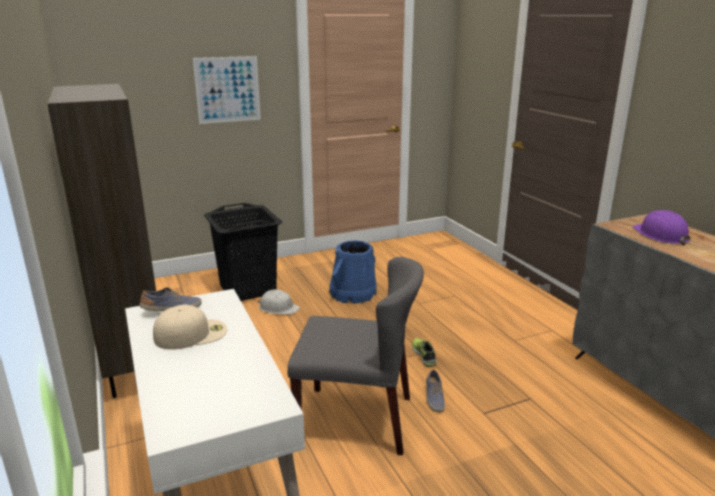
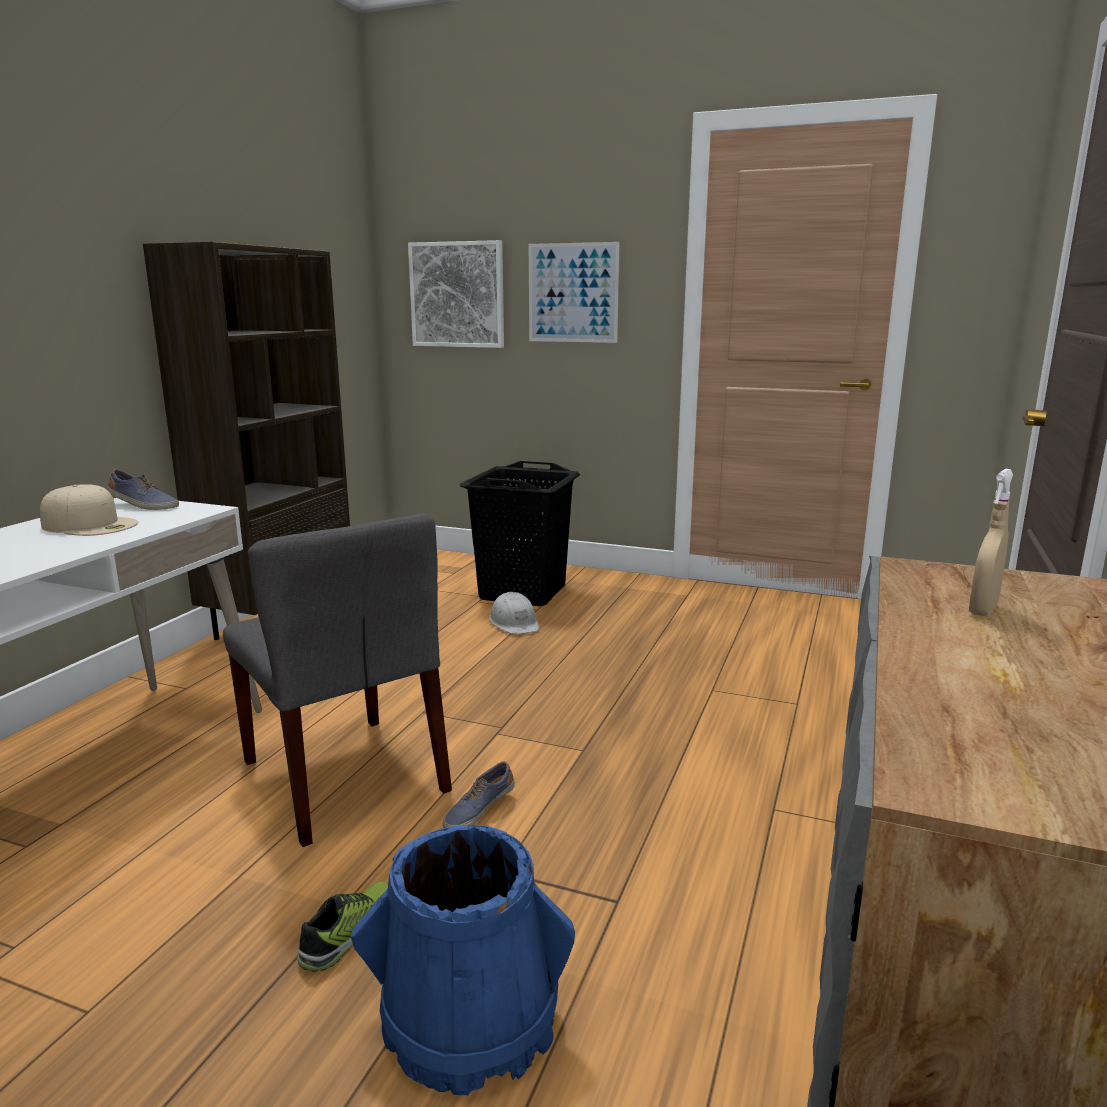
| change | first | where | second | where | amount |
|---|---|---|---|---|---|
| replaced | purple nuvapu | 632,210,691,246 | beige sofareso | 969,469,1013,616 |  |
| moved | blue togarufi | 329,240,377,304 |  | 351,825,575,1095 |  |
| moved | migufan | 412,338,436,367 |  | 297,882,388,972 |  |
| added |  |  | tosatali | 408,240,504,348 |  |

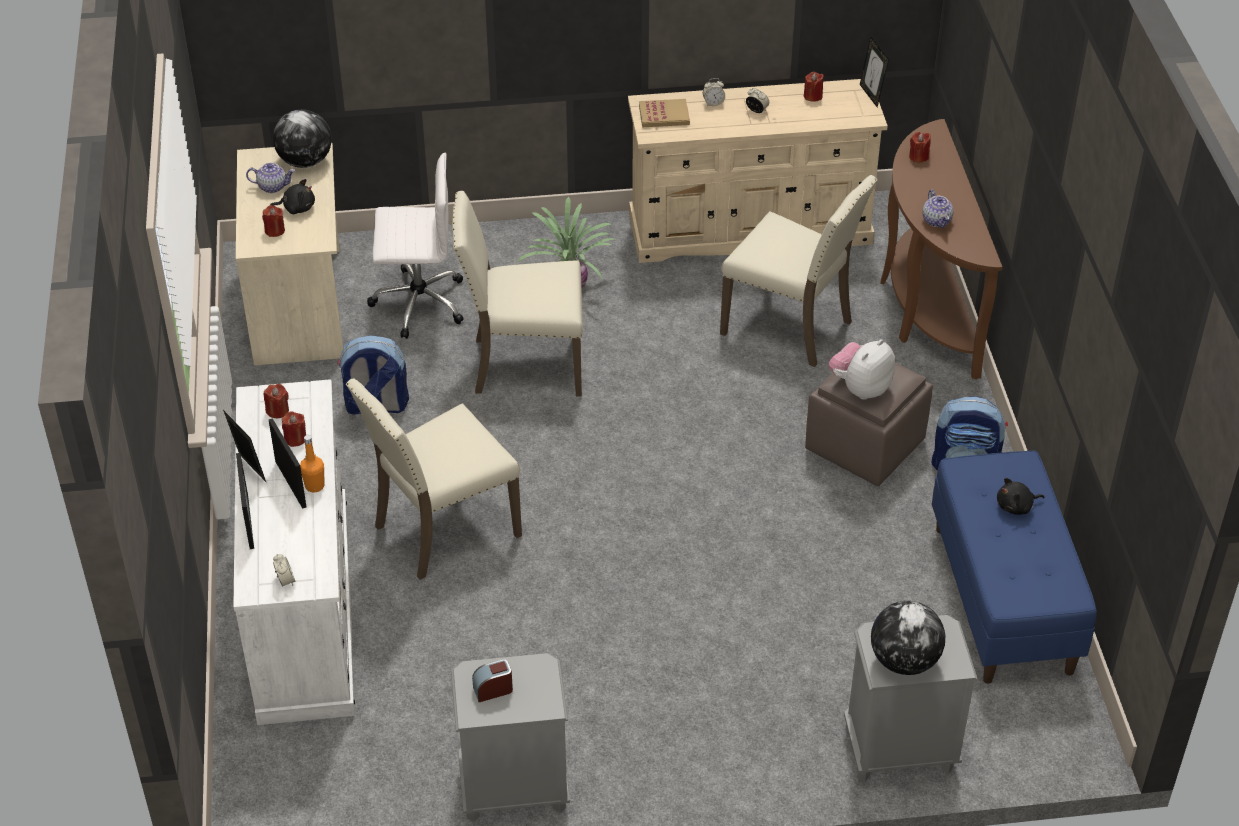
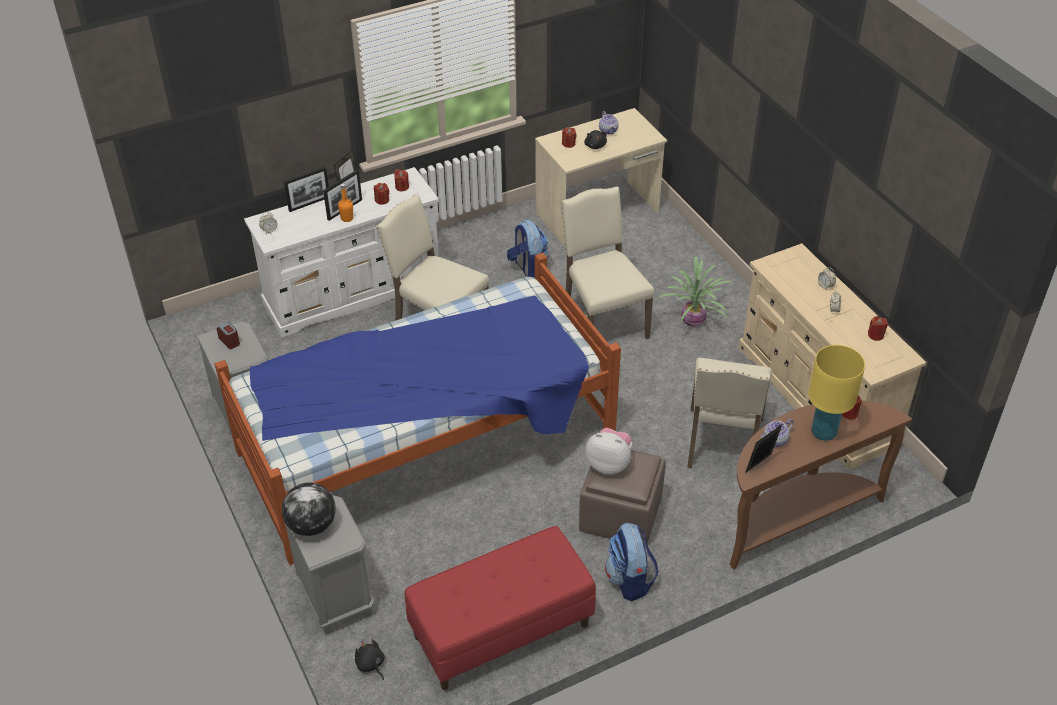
| change | first | where | second | where | amount |
|---|---|---|---|---|---|
| moved | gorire | 860,37,889,107 |  | 745,424,782,473 |  |
| removed | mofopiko | 639,99,690,127 |  |  |  |
| removed | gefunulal | 273,109,331,168 |  |  |  |
| removed | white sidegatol | 367,153,464,339 |  |  |  |
| recoloured | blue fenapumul | 932,451,1096,684 | red fenapumul | 404,526,596,690 |  |
| moved | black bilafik | 997,478,1045,515 |  | 355,640,385,680 |  |
| added |  |  | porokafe | 215,253,621,565 |  |
| added |  |  | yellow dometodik | 808,345,865,441 |  |

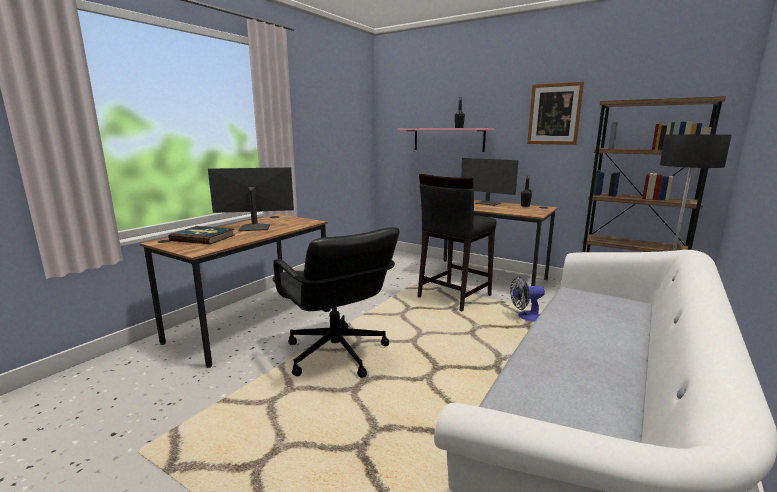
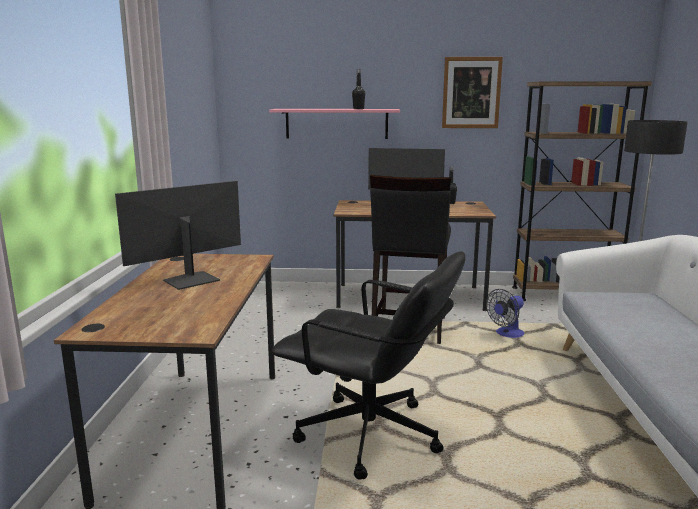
| change | first | where | second | where | amount |
|---|---|---|---|---|---|
| removed | mofopiko | 168,226,235,245 |  |  |  |

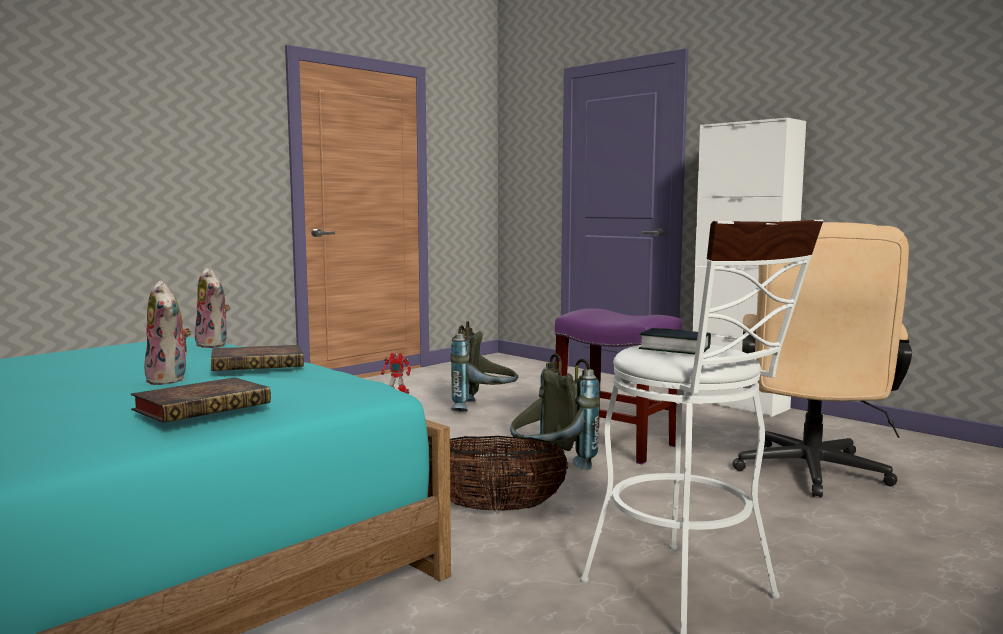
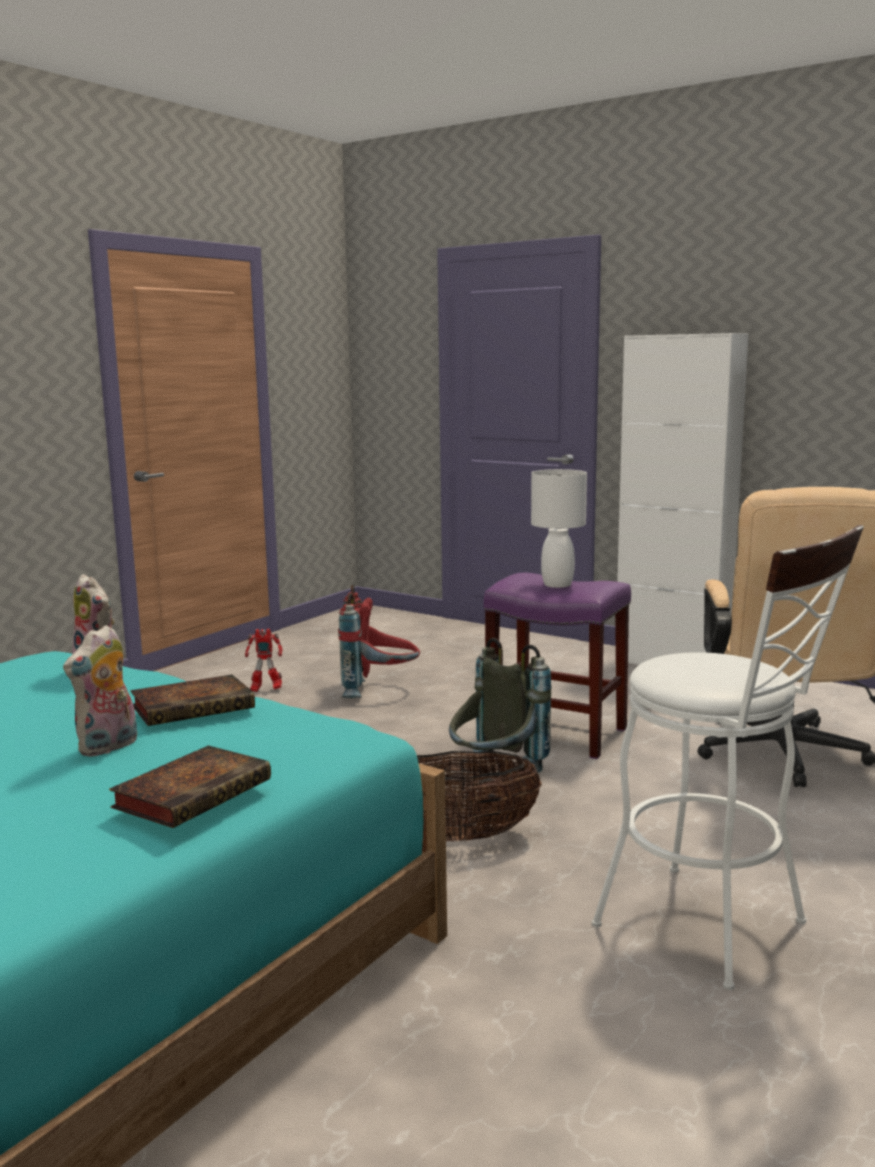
| change | first | where | second | where | amount |
|---|---|---|---|---|---|
| turned | bilafik | 144,281,191,385 |  | 63,625,137,757 | 75 degrees clockwise |
| recoloured | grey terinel | 450,321,518,412 | red terinel | 338,585,420,698 |  |
| removed | mofopiko | 639,328,711,354 |  |  |  |
| added |  |  | white dometodik | 531,469,587,588 |  |

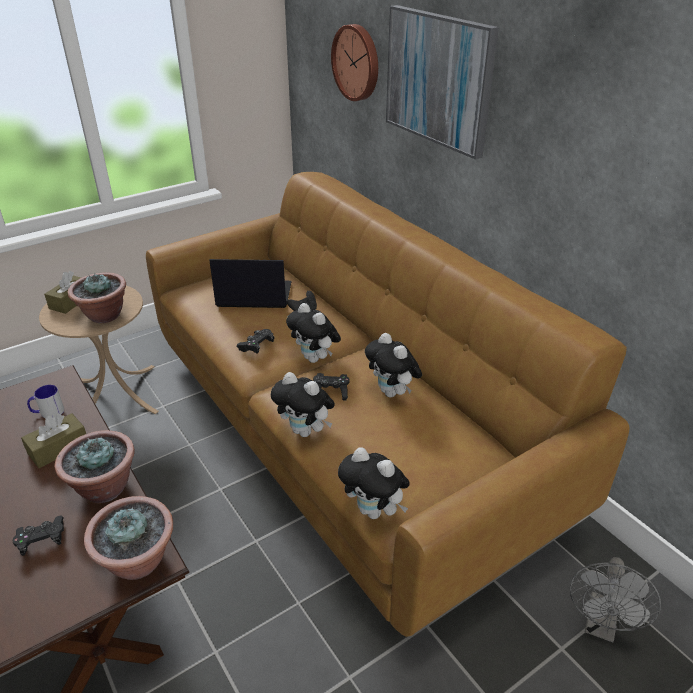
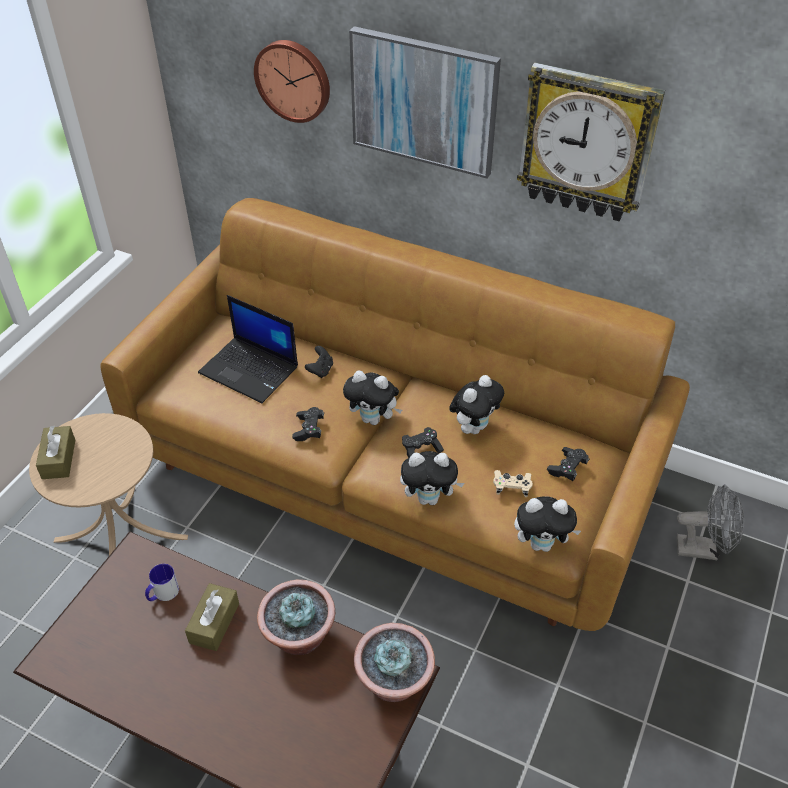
| change | first | where | second | where | amount |
|---|---|---|---|---|---|
| turned | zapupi | 209,259,292,308 |  | 198,295,298,403 | 120 degrees counterclockwise |
| removed | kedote | 68,273,126,323 |  |  |  |
| turned | bilafik | 365,333,422,397 |  | 449,375,504,434 | 75 degrees counterclockwise |
| moved | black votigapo | 13,516,64,556 |  | 547,447,589,481 |  |
| turned | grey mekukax | 570,557,661,642 |  | 676,484,744,560 | 75 degrees counterclockwise |
| added |  |  | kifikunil | 517,63,665,221 |  |
| added |  |  | beige votigapo | 493,470,533,497 |  |

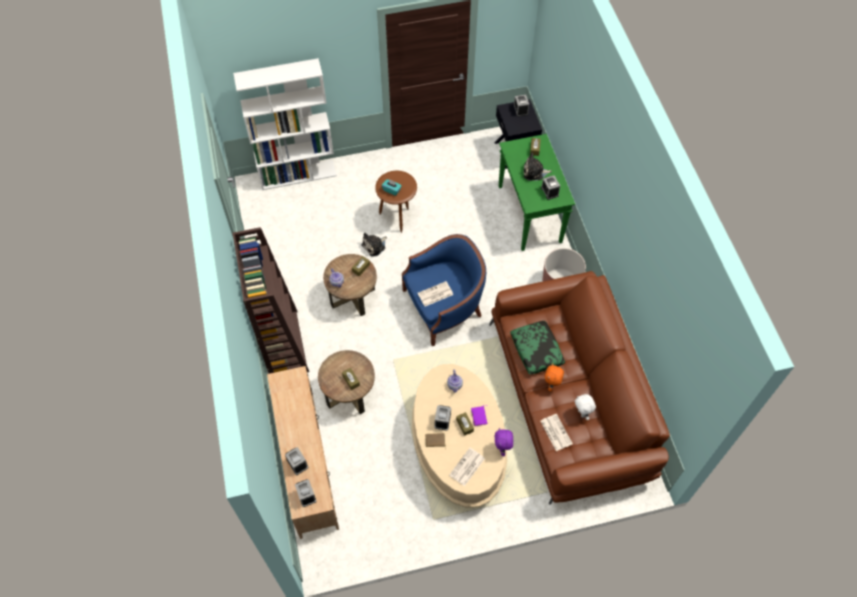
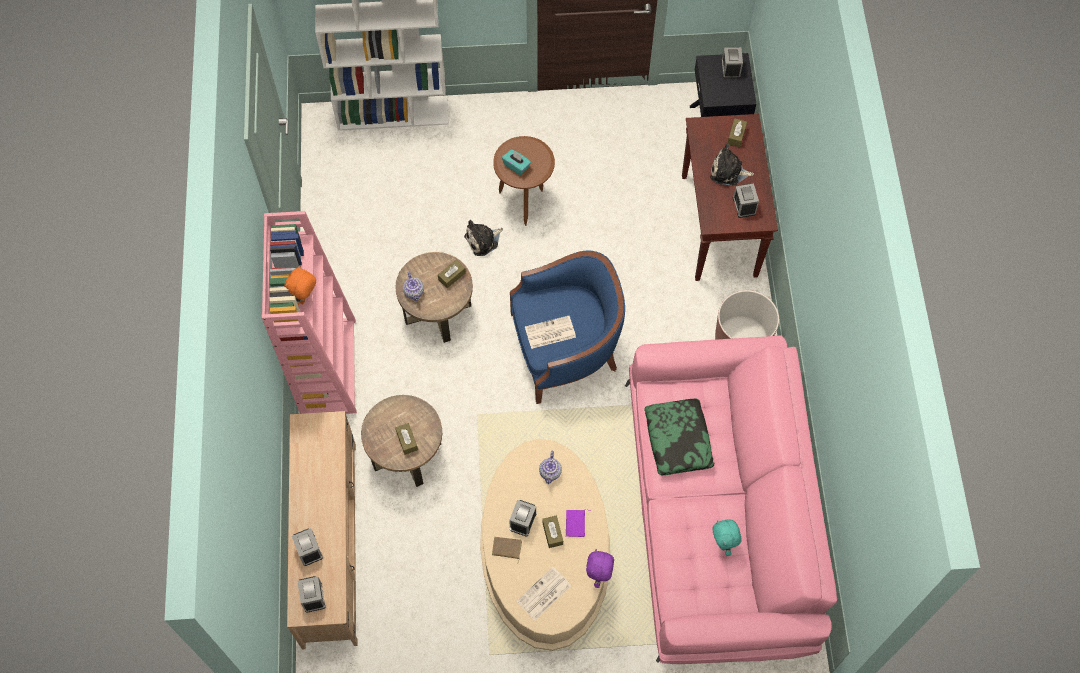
| change | first | where | second | where | amount |
|---|---|---|---|---|---|
| recoloured | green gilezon | 499,134,575,251 | brown gilezon | 682,114,778,281 |  |
| recoloured | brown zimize | 232,227,309,374 | pink zimize | 262,211,357,414 |  |
| recoloured | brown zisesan | 489,271,670,505 | pink zisesan | 625,335,837,664 |  |
| moved | orange bilafik | 545,364,564,391 |  | 284,265,316,306 |  |
| recoloured | white bilafik | 575,394,596,420 | turquoise bilafik | 712,520,742,556 |  |
| removed | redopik | 541,414,573,451 |  |  |  |

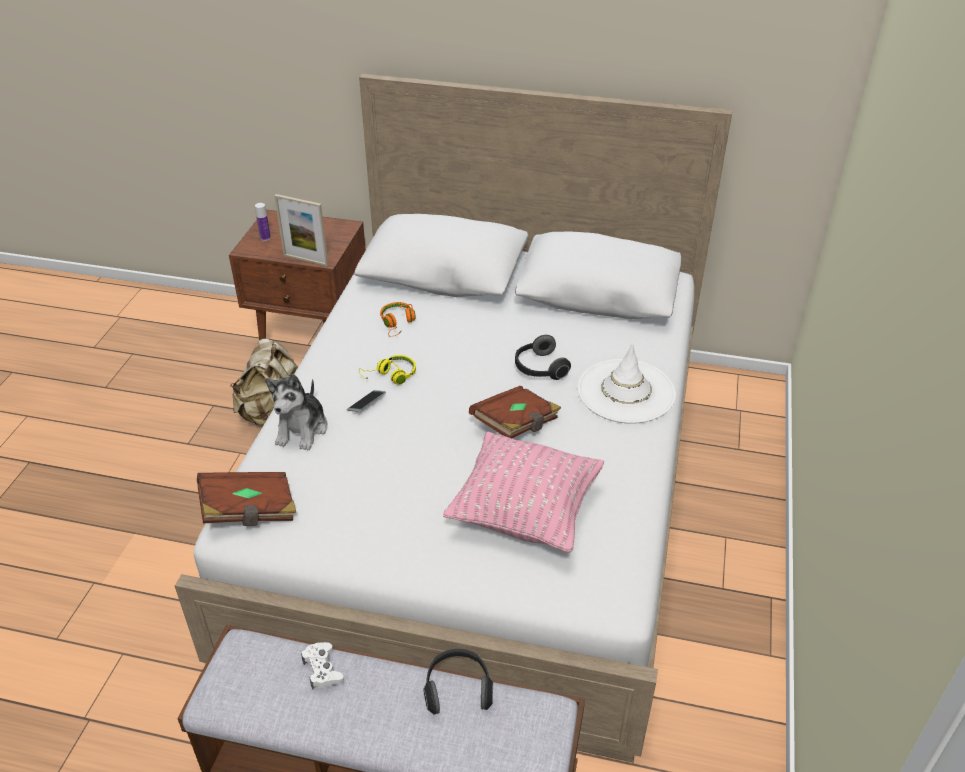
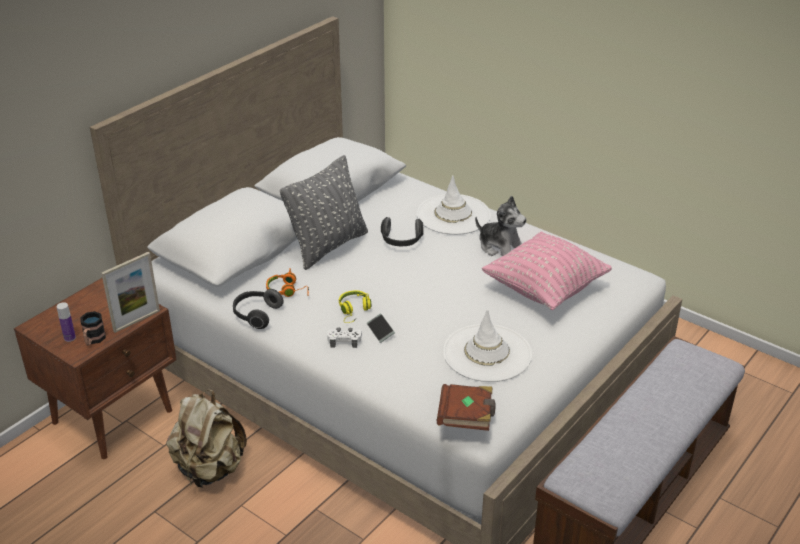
| change | first | where | second | where | amount |
|---|---|---|---|---|---|
| moved | bilafik | 265,374,327,451 |  | 475,196,526,256 |  |
| removed | brown mofopiko | 469,386,561,438 |  |  |  |
| moved | white votigapo | 301,642,344,690 |  | 327,328,362,348 |  |
| moved | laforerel | 423,649,493,715 |  | 233,289,284,329 |  |
| added |  |  | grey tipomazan | 280,155,368,270 |  |
| added |  |  | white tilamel | 443,310,532,382 |  |
| added |  |  | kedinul | 80,311,106,346 |  |

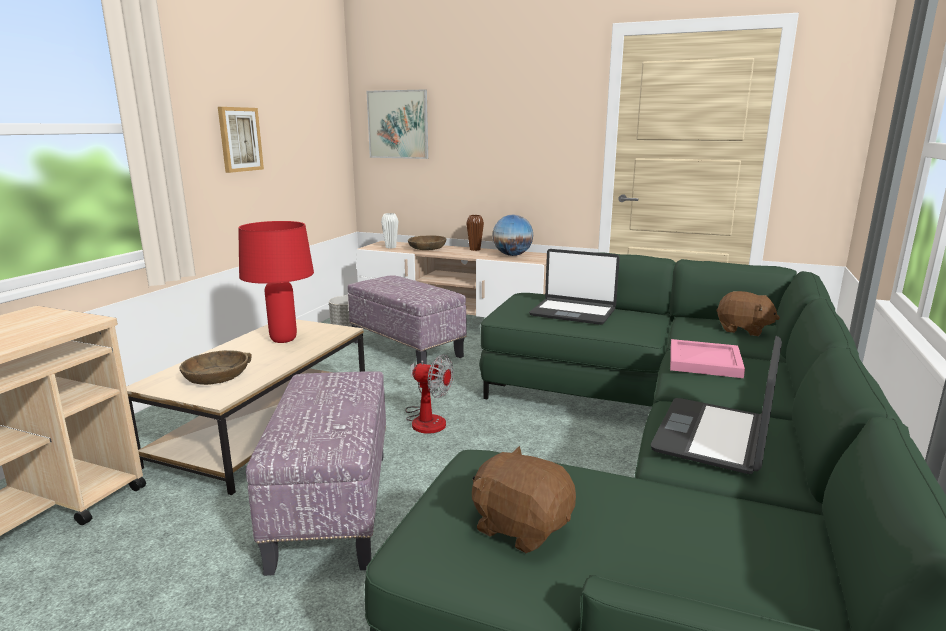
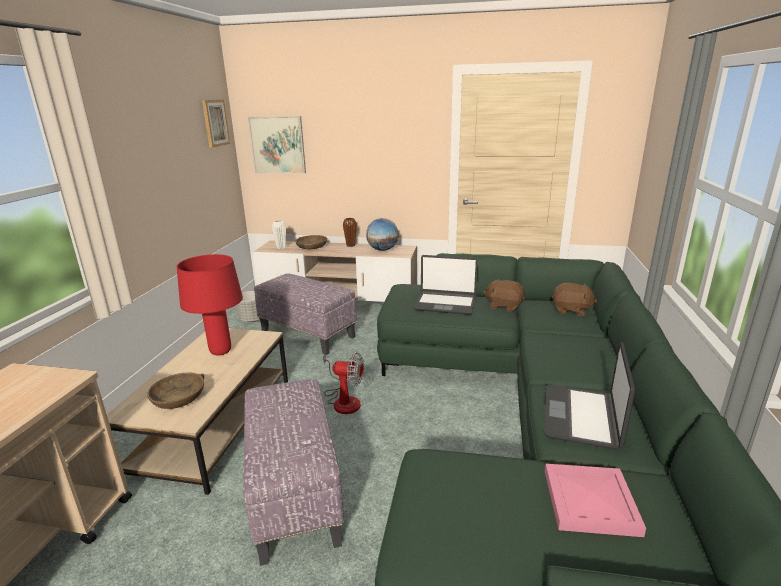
| change | first | where | second | where | amount |
|---|---|---|---|---|---|
| moved | tosatali | 218,107,264,173 |  | 202,100,230,148 |  |
| moved | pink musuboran | 670,339,745,378 |  | 545,464,646,537 |  |
| moved | brown bilafik | 472,446,576,553 |  | 484,279,525,312 |  |

